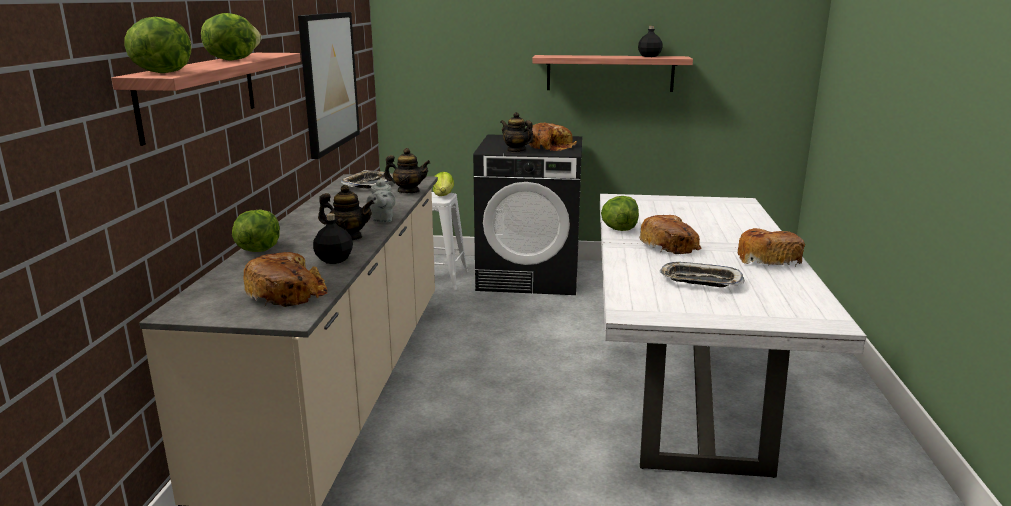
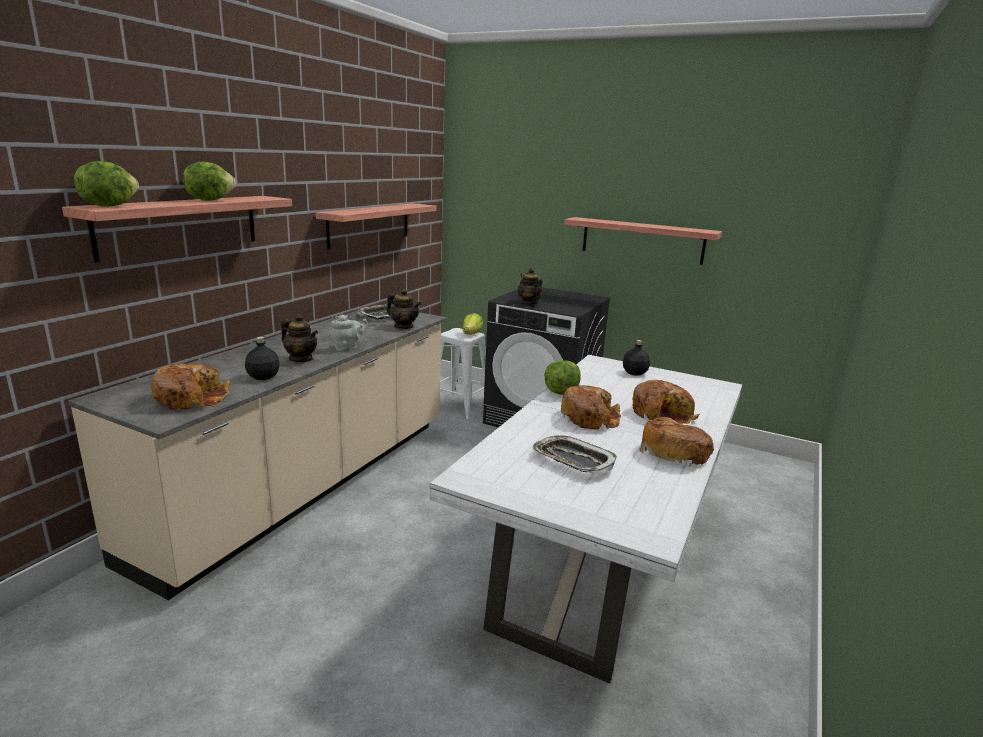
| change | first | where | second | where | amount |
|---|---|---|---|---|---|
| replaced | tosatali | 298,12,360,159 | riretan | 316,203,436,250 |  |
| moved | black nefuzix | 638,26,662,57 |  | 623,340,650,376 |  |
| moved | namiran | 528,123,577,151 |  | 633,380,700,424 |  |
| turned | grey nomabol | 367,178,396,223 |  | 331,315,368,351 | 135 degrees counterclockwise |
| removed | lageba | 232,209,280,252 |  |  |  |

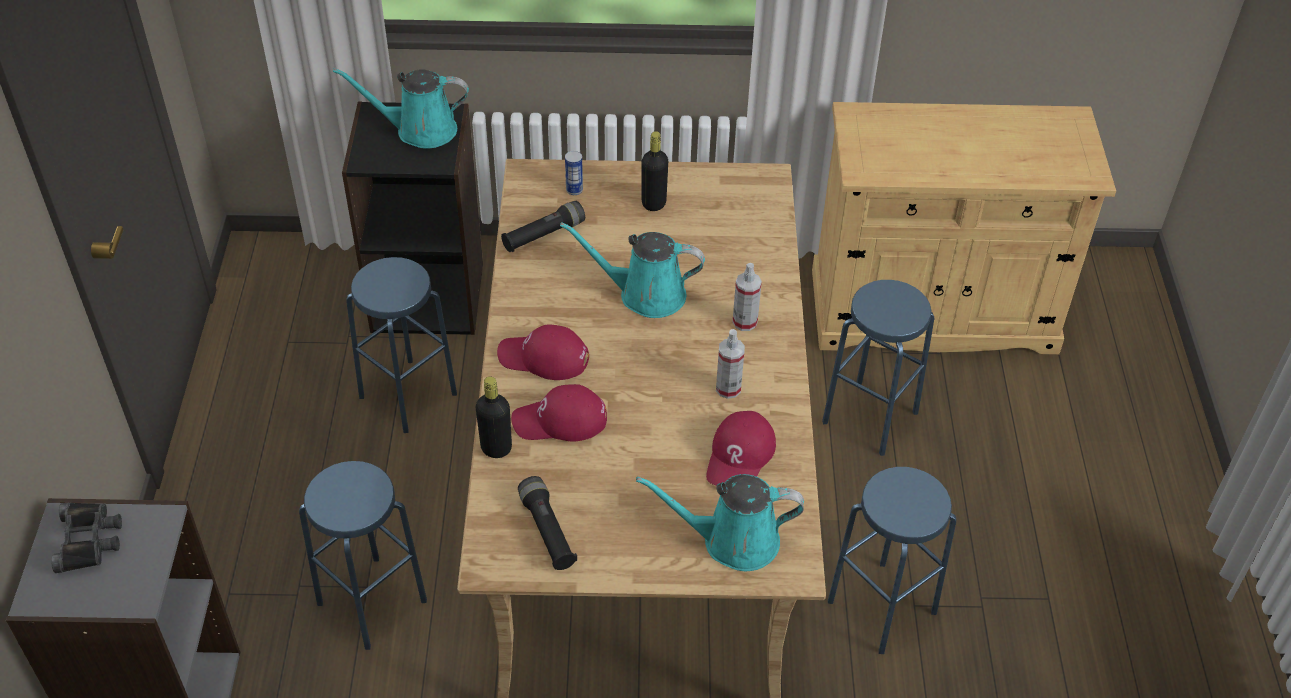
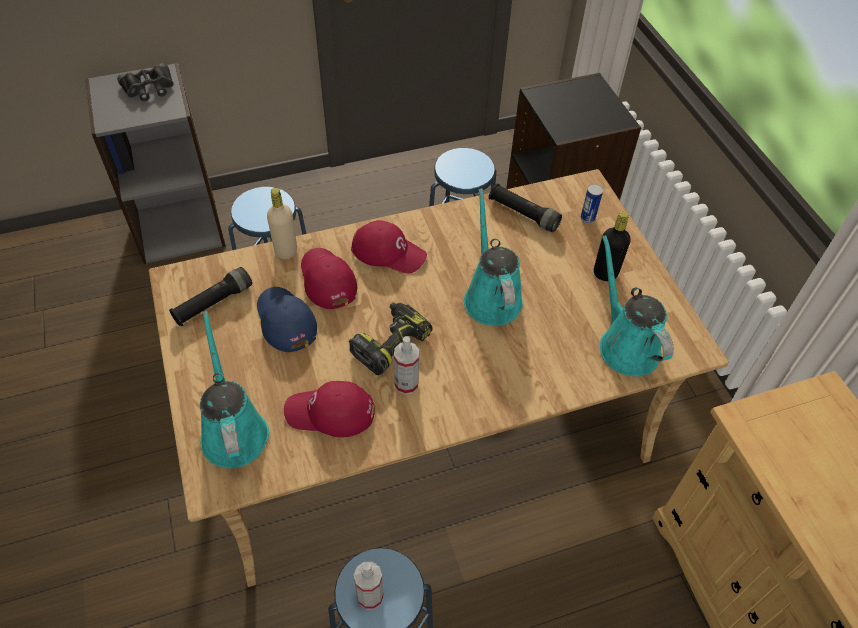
| change | first | where | second | where | amount |
|---|---|---|---|---|---|
| moved | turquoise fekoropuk | 333,68,469,149 |  | 600,235,674,377 |  |
| moved | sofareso | 733,263,762,331 |  | 354,562,384,609 |  |
| removed | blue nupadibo | 822,280,934,456 |  |  |  |
| turned | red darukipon | 497,325,589,380 |  | 351,220,427,273 | 120 degrees clockwise |
| recoloured | black nefuzix | 476,377,512,458 | beige nefuzix | 267,188,297,259 |  |
| added |  |  | blue darukipon | 257,287,317,352 |  |
| added |  |  | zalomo | 349,303,433,375 |  |

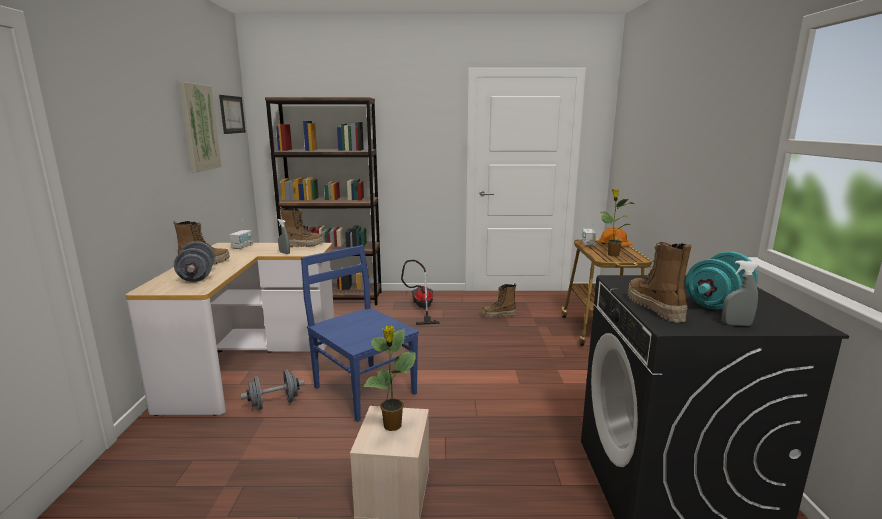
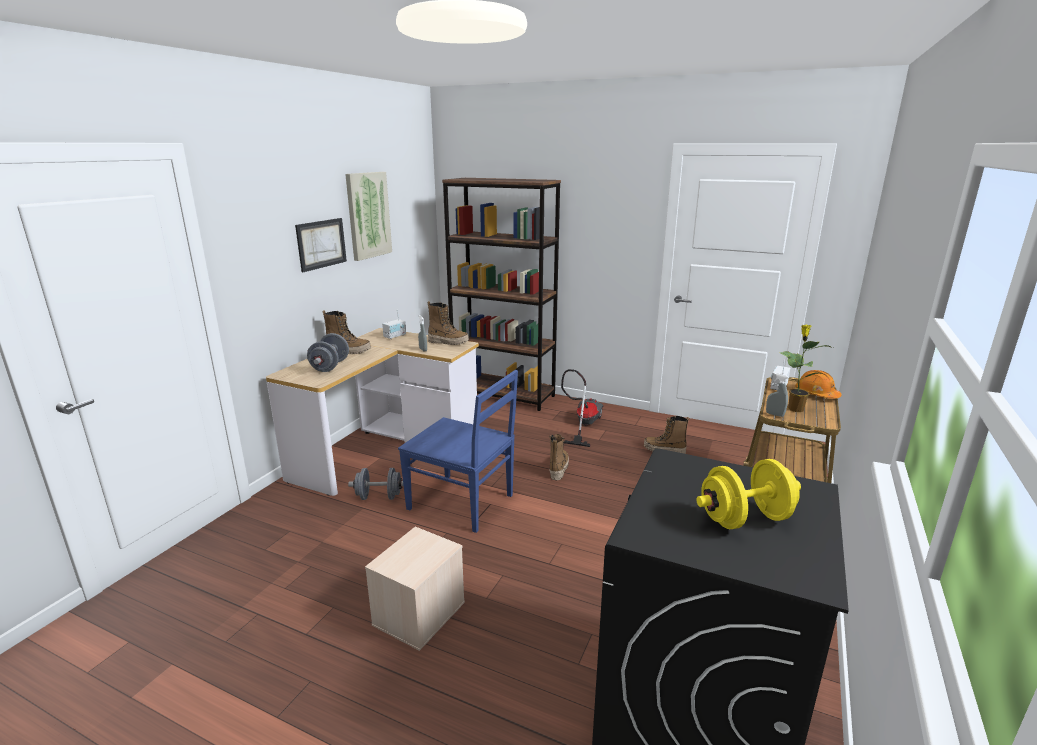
| change | first | where | second | where | amount |
|---|---|---|---|---|---|
| moved | tosatali | 219,95,246,134 |  | 295,218,347,272 |  |
| moved | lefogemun | 628,242,691,323 |  | 549,434,569,480 |  |
| turned | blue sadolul | 301,245,419,422 |  | 398,370,518,533 | 135 degrees clockwise |
| recoloured | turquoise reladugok | 686,252,758,309 | yellow reladugok | 696,459,801,529 |  |
| moved | grey sofareso | 722,260,759,326 |  | 766,373,788,417 |  |
| removed | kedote | 363,326,416,431 |  |  |  |

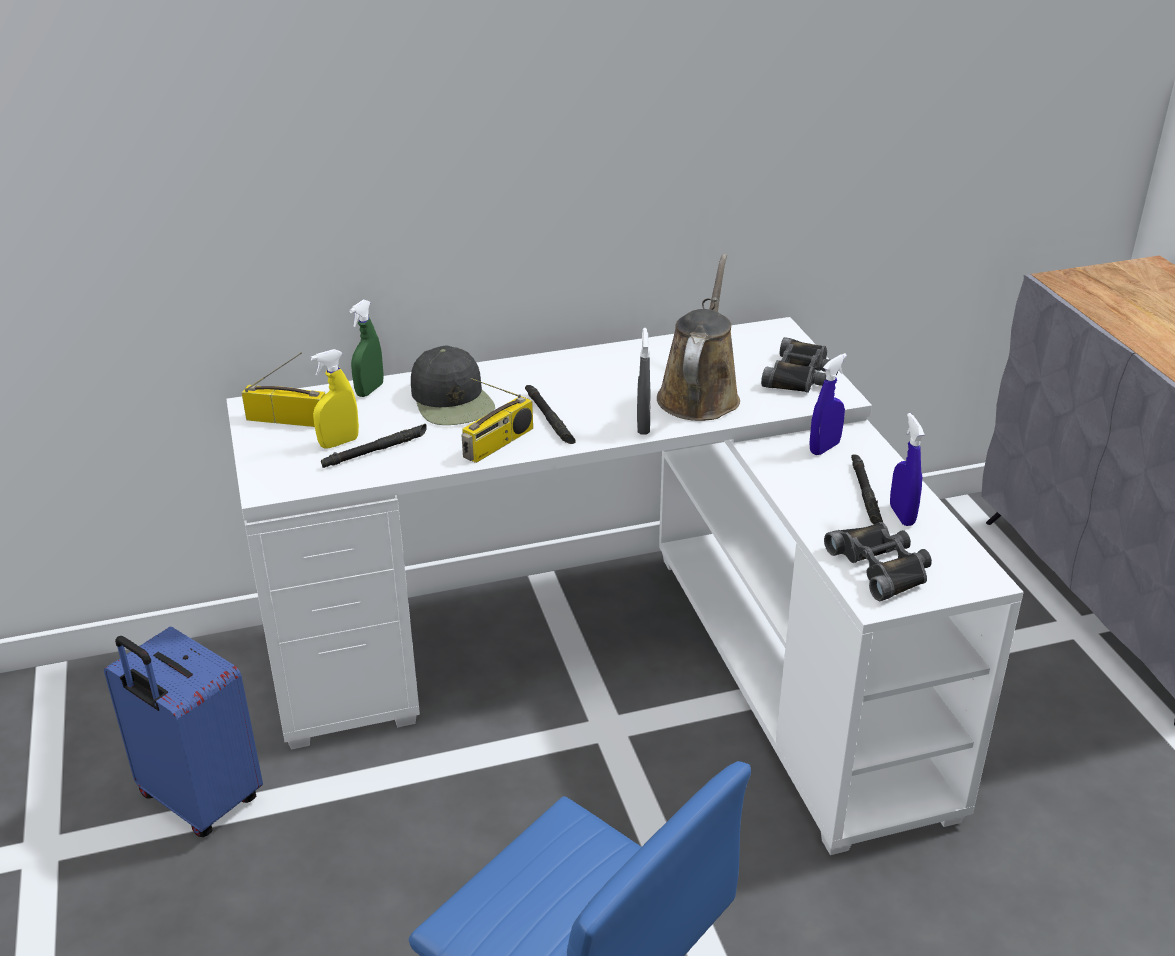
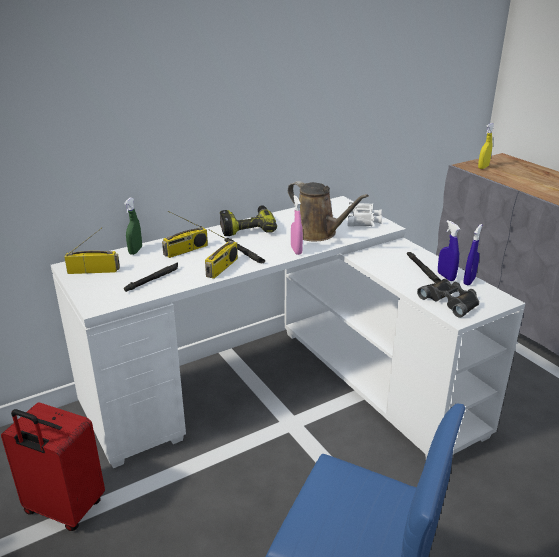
| change | first | where | second | where | amount |
|---|---|---|---|---|---|
| turned | brown fekoropuk | 657,254,740,421 |  | 288,181,369,241 | 135 degrees clockwise |
| recoloured | grey sofareso | 637,328,650,435 | pink sofareso | 291,195,303,255 |  |
| recoloured | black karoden | 761,337,838,393 | white karoden | 348,202,382,227 |  |
| replaced | black darukipon | 411,345,495,425 | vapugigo | 162,211,208,258 |  |
| moved | yellow sofareso | 311,349,359,449 |  | 478,123,494,169 |  |
| moved | blue sofareso | 809,353,847,455 |  | 463,224,482,285 |  |
| recoloured | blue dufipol | 104,626,263,837 | red dufipol | 1,402,105,531 |  |
| added |  |  | zalomo | 220,205,277,236 |  |

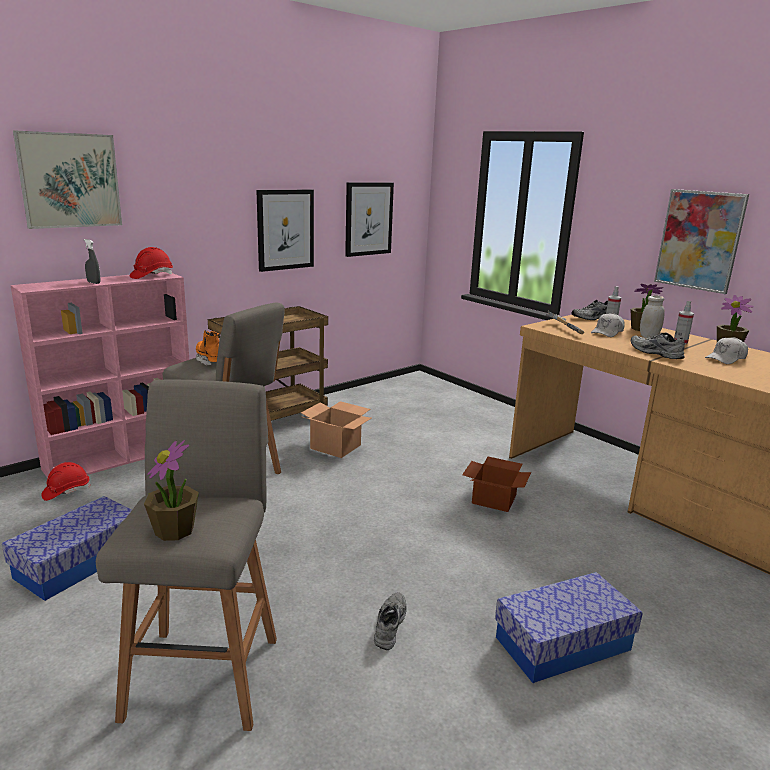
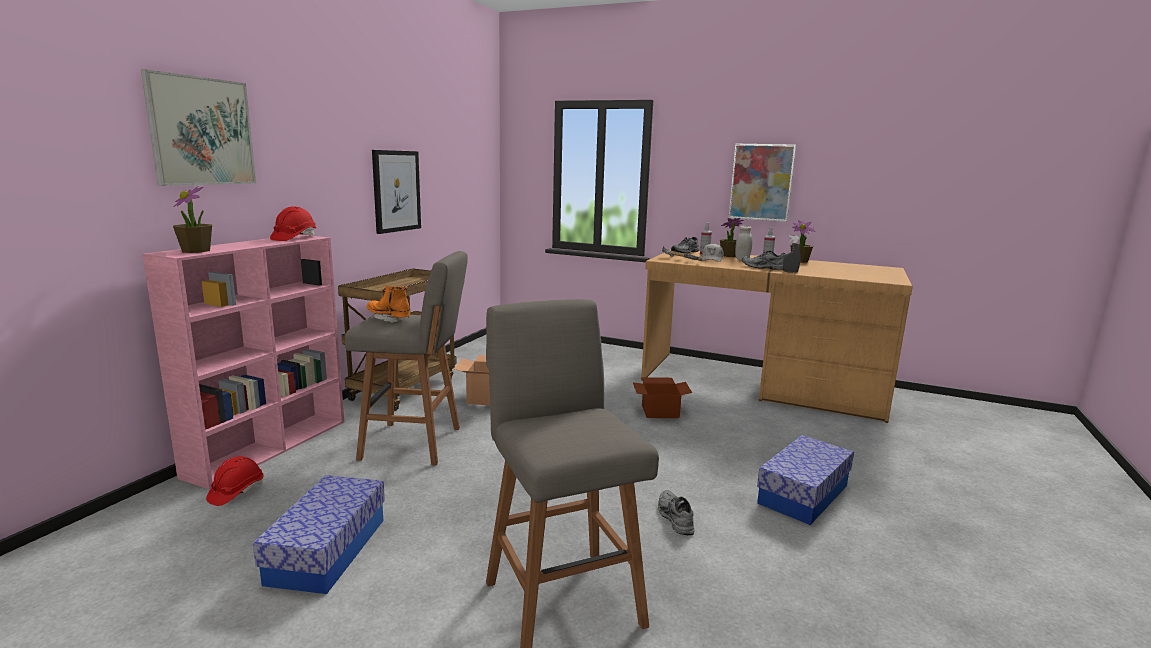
| change | first | where | second | where | amount |
|---|---|---|---|---|---|
| removed | tosatali | 345,182,394,257 |  |  |  |
| moved | grey sofareso | 84,239,100,284 |  | 783,235,801,273 |  |
| removed | white darukipon | 705,337,748,364 |  |  |  |
| moved | kedote | 144,440,199,541 |  | 173,186,212,253 |  |

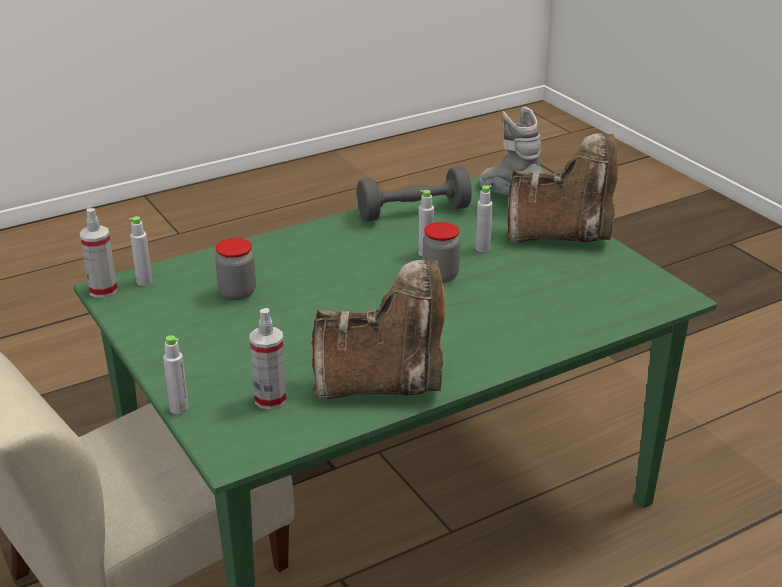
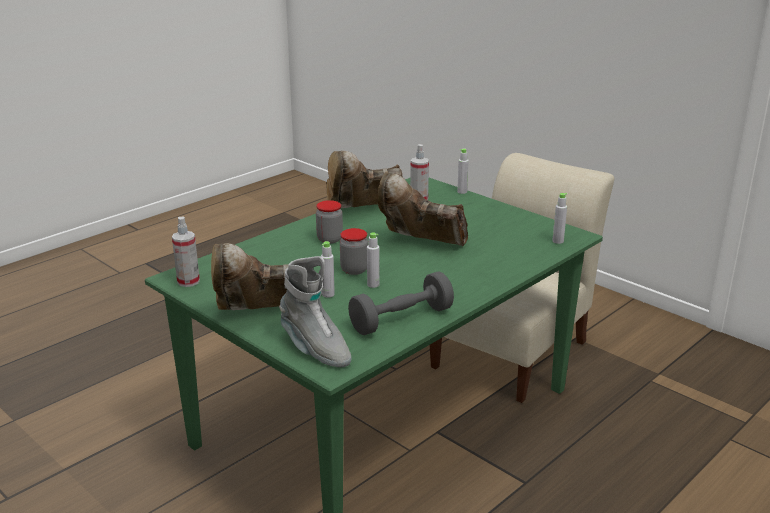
| change | first | where | second | where | amount |
|---|---|---|---|---|---|
| moved | sofareso | 80,208,118,298 |  | 172,217,200,287 |  |
| moved | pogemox | 215,238,256,300 |  | 316,200,343,244 |  |
| added |  |  | brown lefogemun | 378,172,468,246 |  |

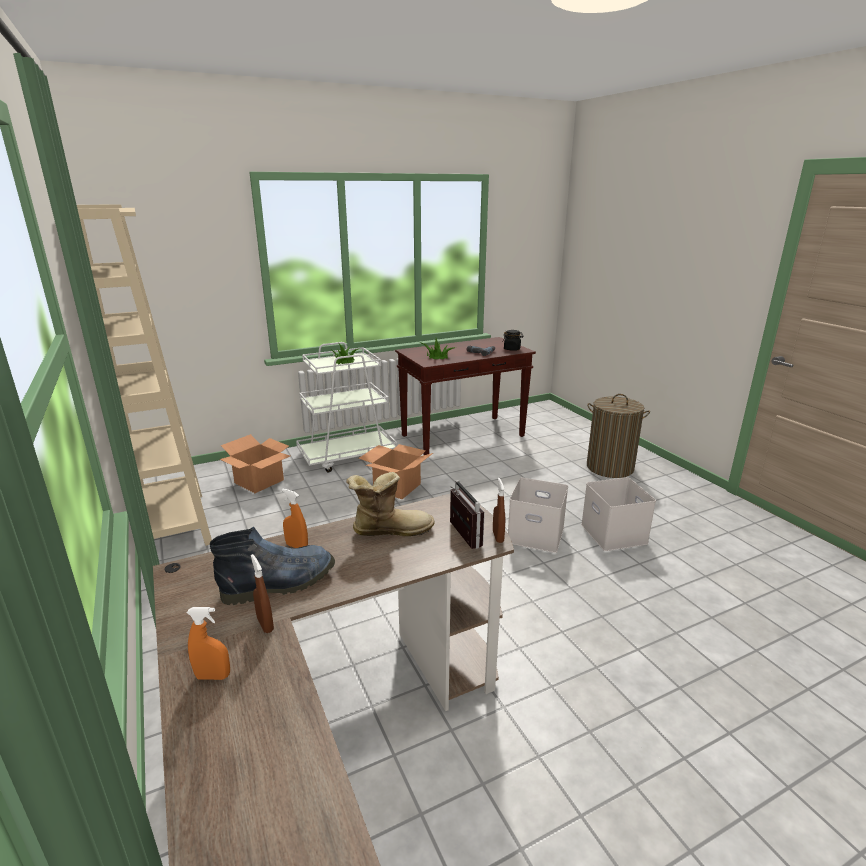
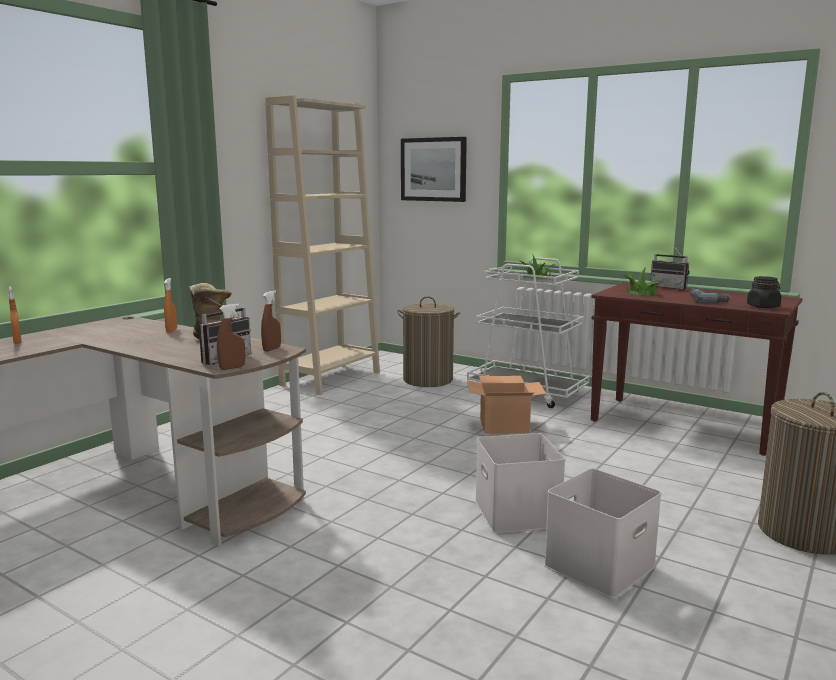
| change | first | where | second | where | amount |
|---|---|---|---|---|---|
| replaced | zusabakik | 220,434,290,493 | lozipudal | 397,296,460,387 |  |
| removed | lefogemun | 210,527,335,605 |  |  |  |
| moved | brown sofareso | 251,554,274,633 |  | 261,291,281,351 |  |
| added |  |  | tosatali | 401,137,467,202 |  |
| added |  |  | vapugigo | 650,245,690,290 |  |

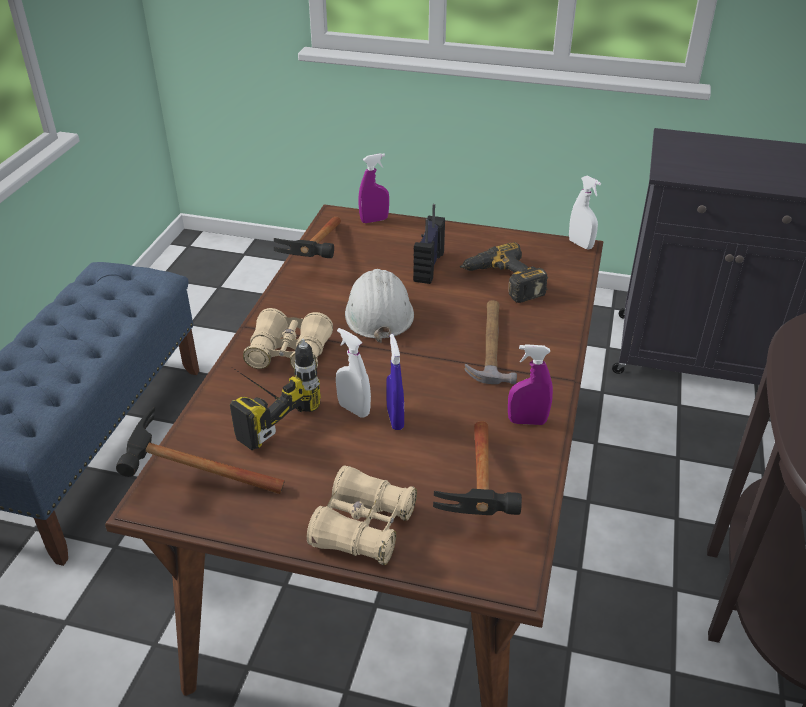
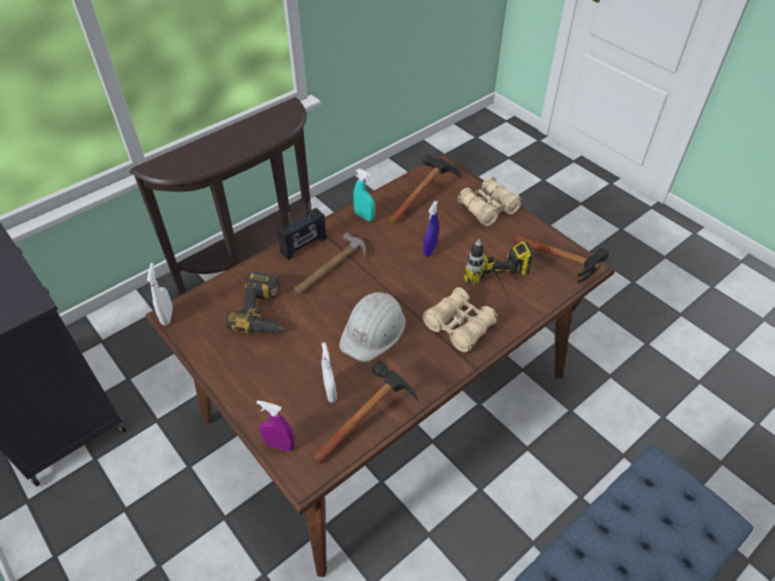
| change | first | where | second | where | amount |
|---|---|---|---|---|---|
| moved | vapugigo | 413,204,445,284 |  | 277,202,327,260 |  |
| moved | white sofareso | 336,328,371,418 |  | 321,342,337,403 |  |
| recoloured | purple sofareso | 508,344,553,425 | turquoise sofareso | 353,169,375,221 |  |

